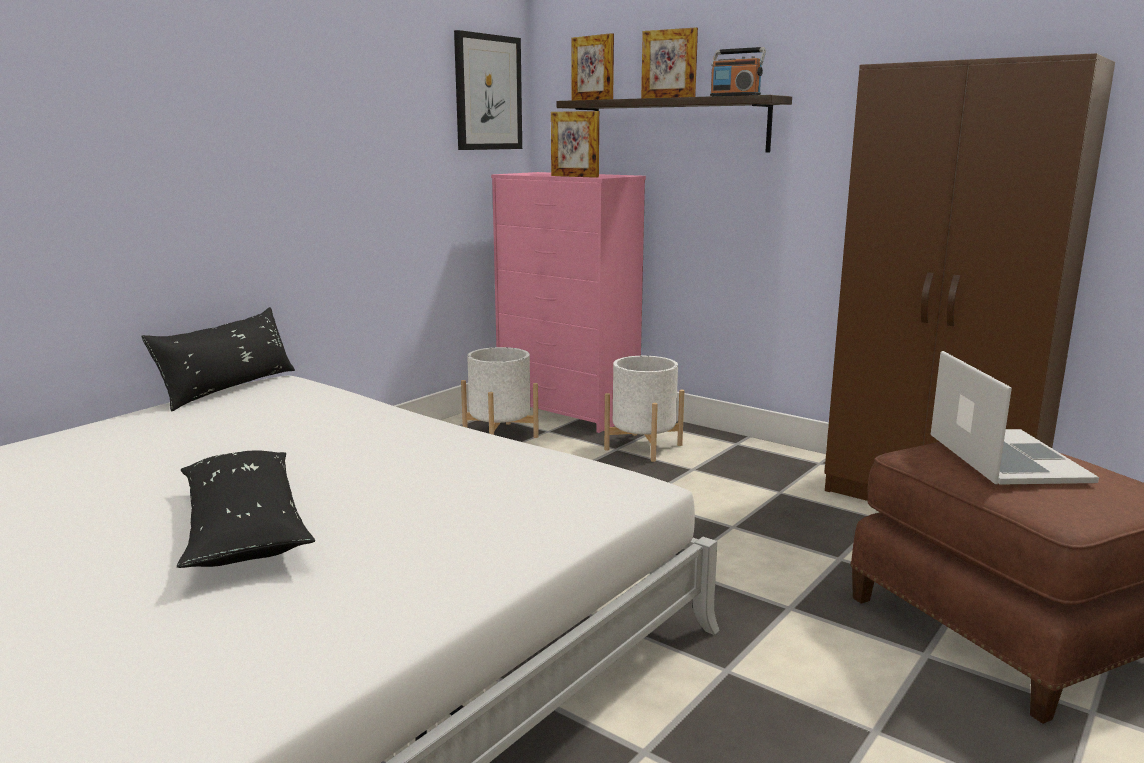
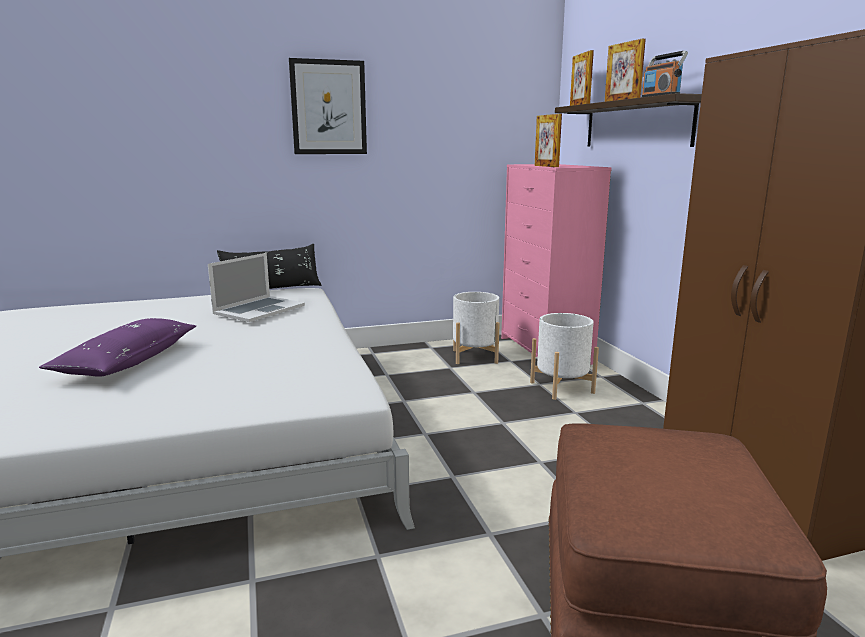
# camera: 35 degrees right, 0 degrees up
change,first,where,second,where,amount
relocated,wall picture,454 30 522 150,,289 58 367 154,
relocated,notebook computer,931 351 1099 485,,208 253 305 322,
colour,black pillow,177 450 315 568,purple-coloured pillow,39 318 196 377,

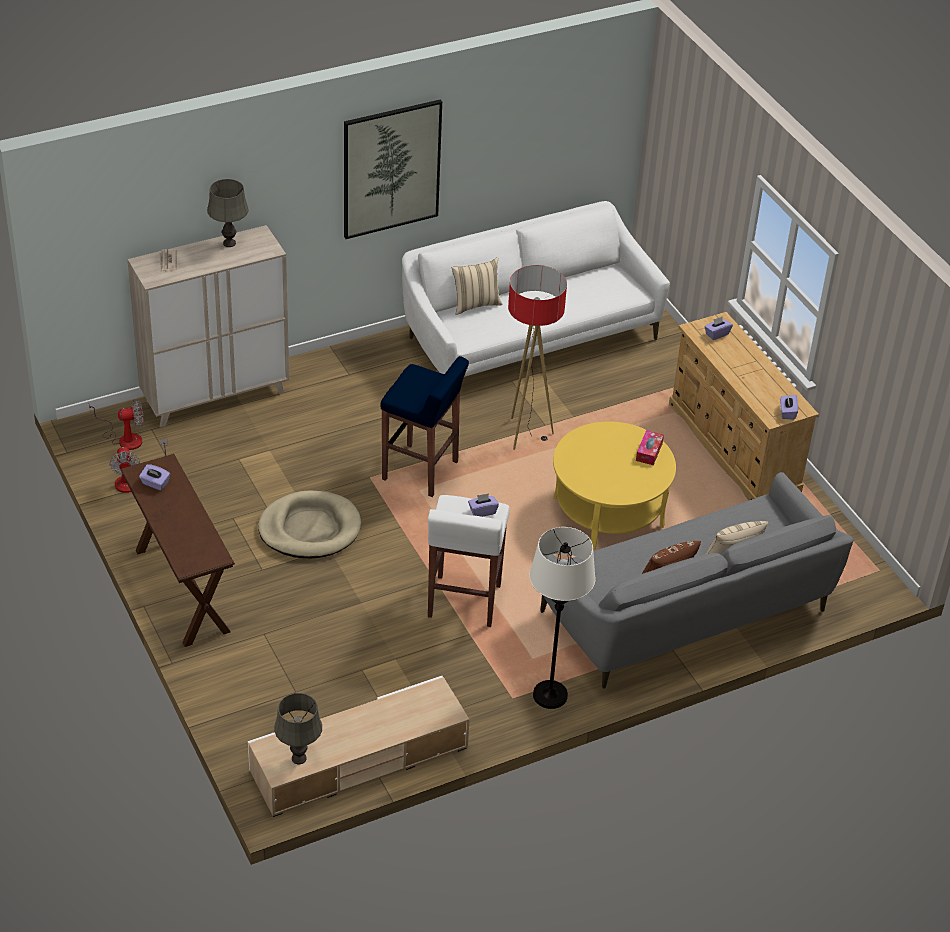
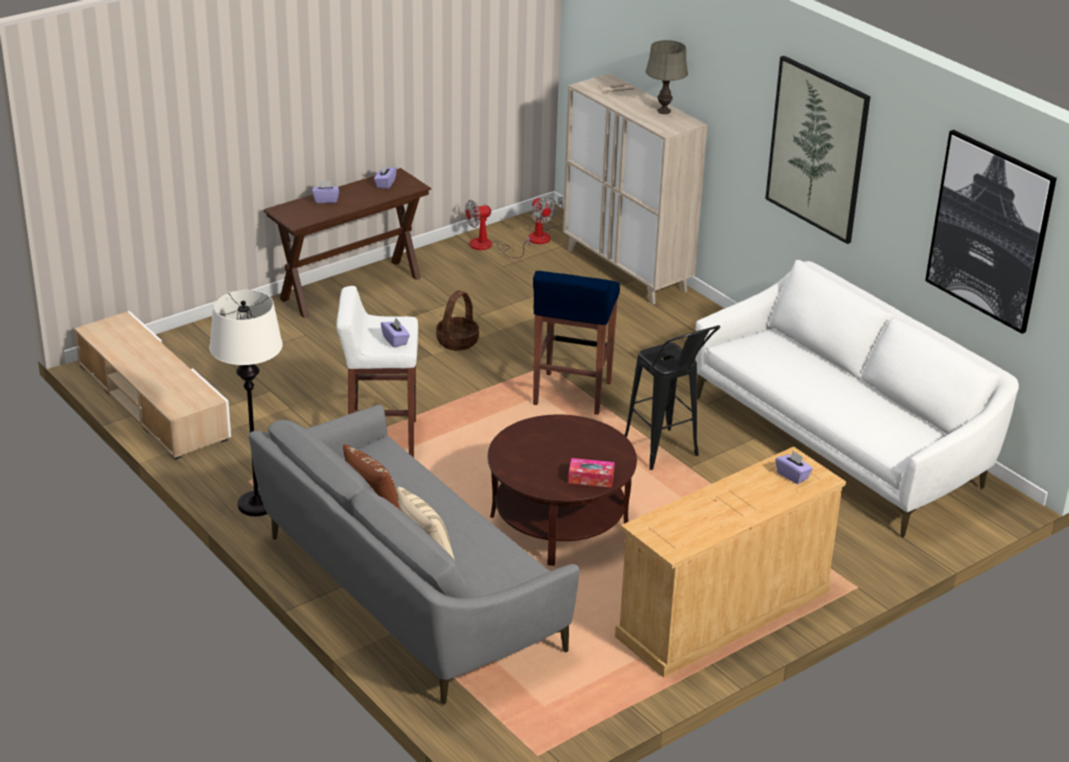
# camera: 80 degrees right, 10 degrees down
change,first,where,second,where,amount
missing,beige pillow,452 257 503 315,,,
exchanged,standing lamp,508 265 567 450,black stool,624 325 720 470,
relocated,purple-coloured tissue holder,780 395 798 420,,313 181 339 203,
colour,yellow-coloured coffee table,553 422 676 550,brown-coloured coffee table,487 414 637 566,
exchanged,beige dog bed,258 490 361 558,household basket,436 290 479 351,
missing,greyish table lamp,274 693 322 764,,,
appeared,,,wall picture,925 130 1057 334,

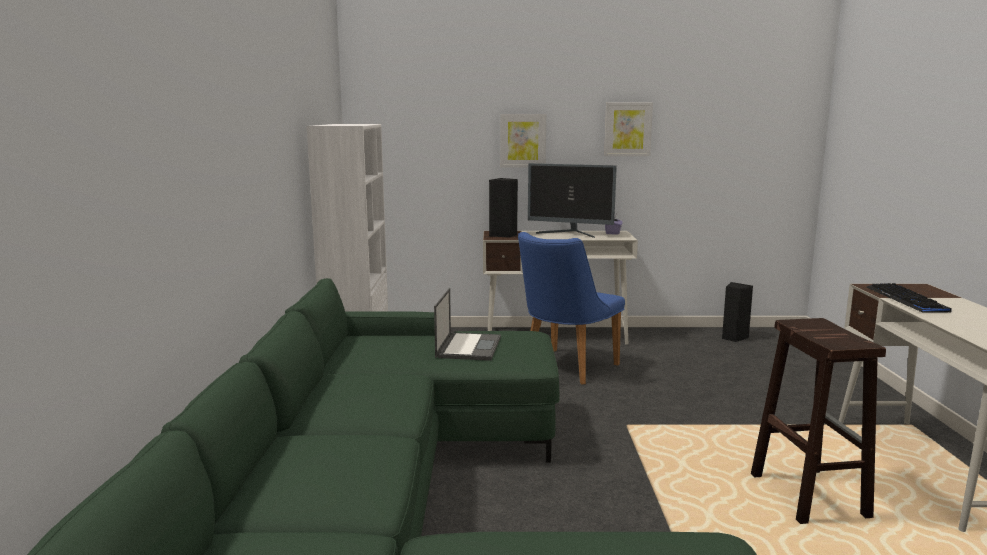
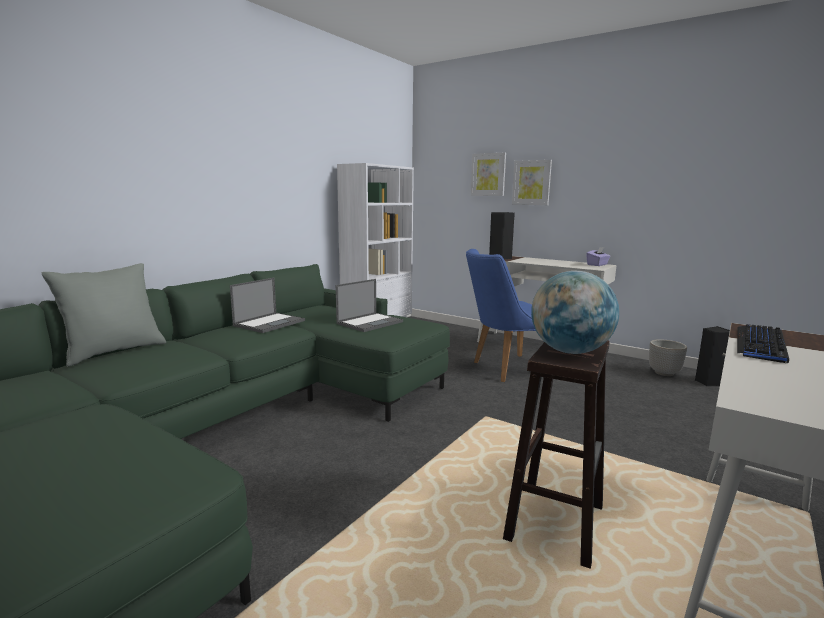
# camera: 35 degrees right, 0 degrees up
change,first,where,second,where,amount
relocated,wall picture,604 102 653 156,,471 153 506 196,
missing,monitor,528 163 617 238,,,
appeared,,,greyish pillow,42 263 166 367,
appeared,,,desk globe,531 271 619 354,
appeared,,,notebook computer,230 278 305 333,
appeared,,,plant pot,649 339 687 376,

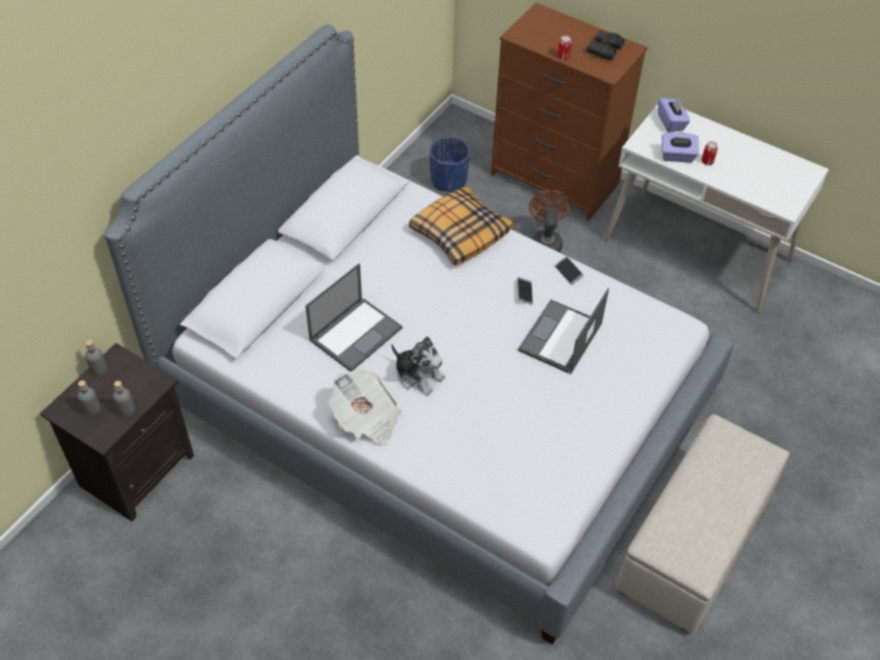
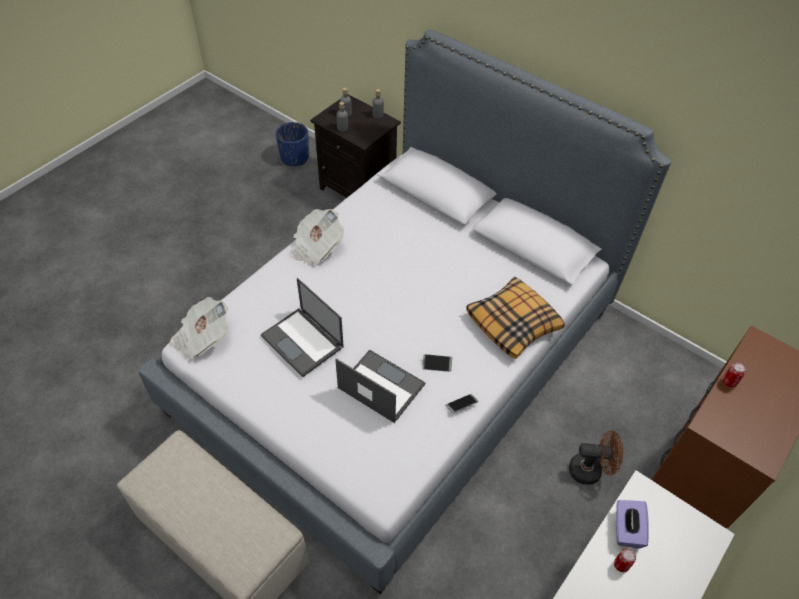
# camera: 95 degrees right, 0 degrees up
change,first,where,second,where,amount
missing,black binoculars,587 31 624 60,,,
missing,purple-coloured tissue holder,658 97 690 132,,,
relocated,blue plant pot,429 137 470 192,,276 122 309 166,
relocated,notebook computer,305 263 402 372,,261 278 344 377,
missing,plush toy,392 337 445 396,,,
appeared,,,daily paper,170 297 228 360,

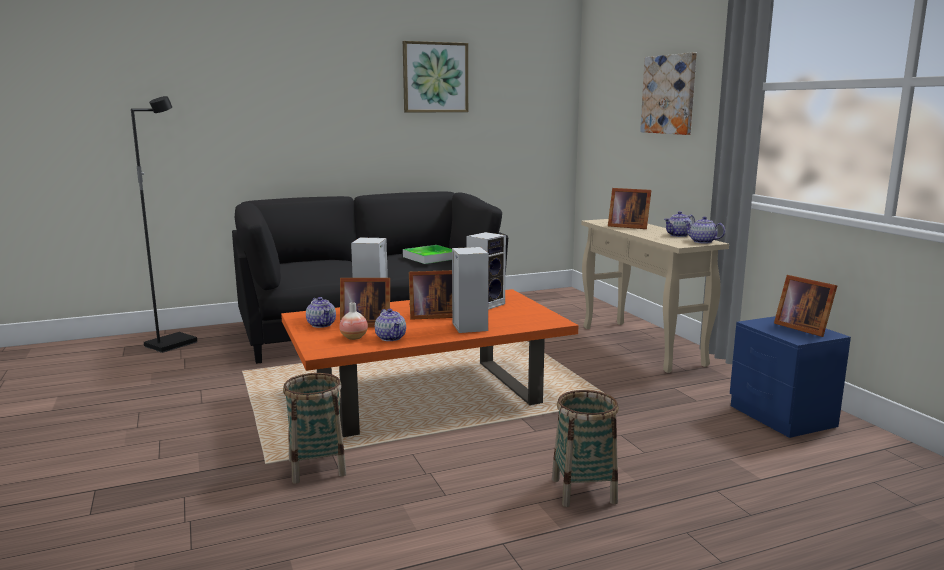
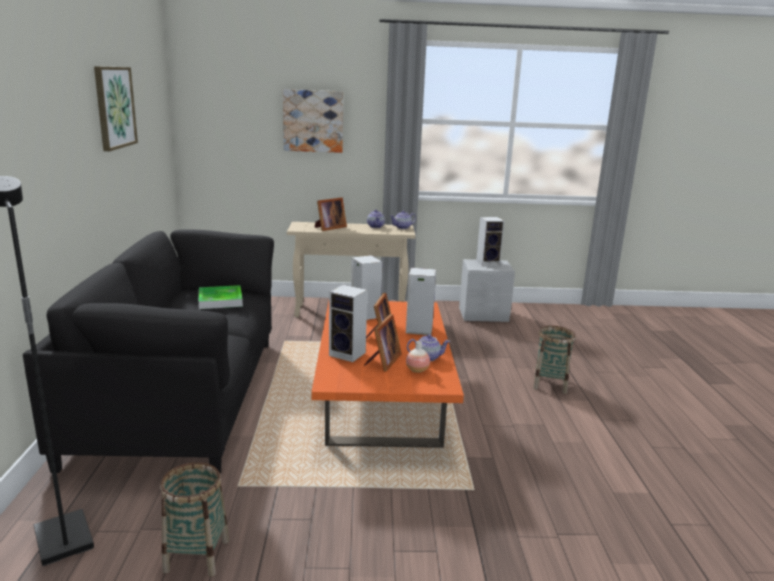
# camera: 70 degrees left, 5 degrees up
change,first,where,second,where,amount
exchanged,standing frame,774 275 837 337,audio speaker,476 217 504 266,
missing,pot for tea,306 297 336 328,,,
colour,blue night table,730 316 851 438,greyish night table,459 259 515 322,
relocated,household basket,283 373 346 484,,160 462 229 577,

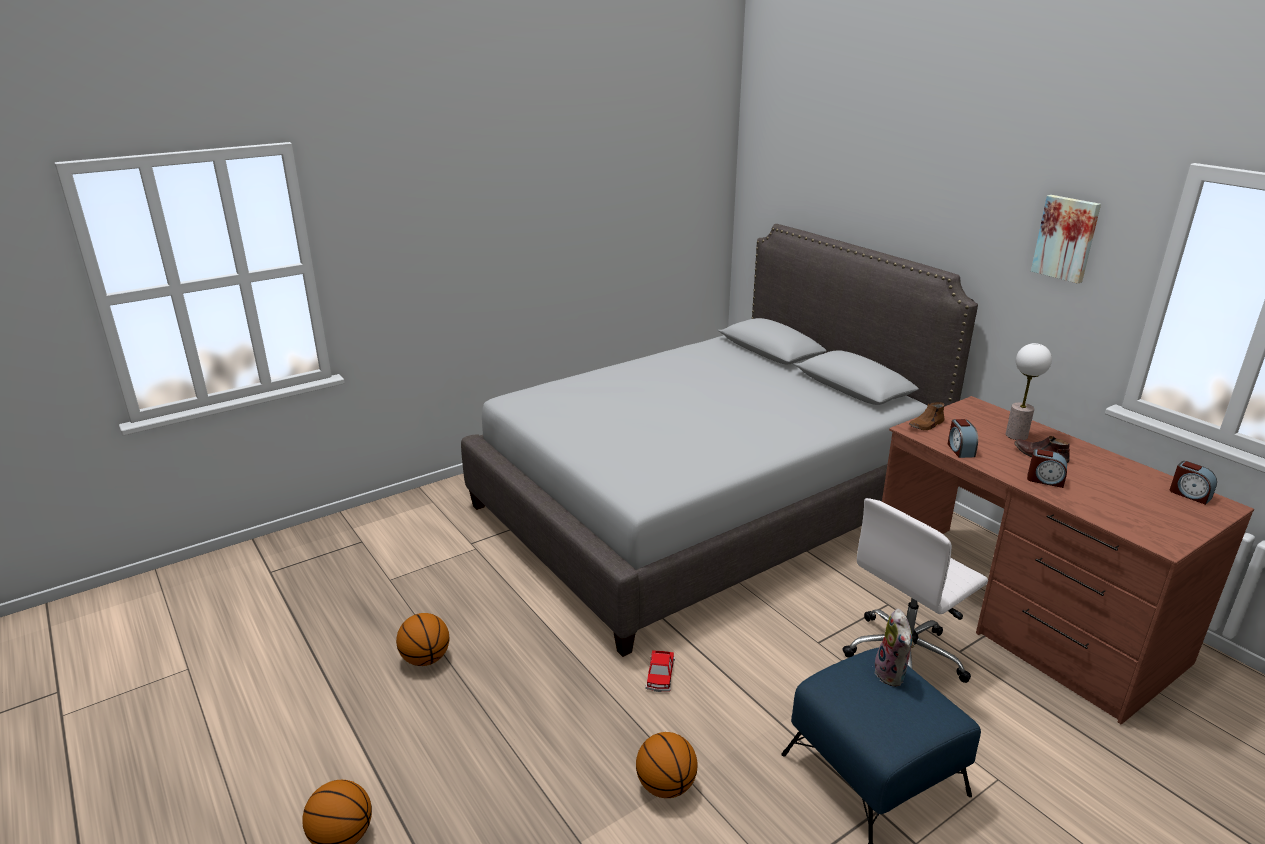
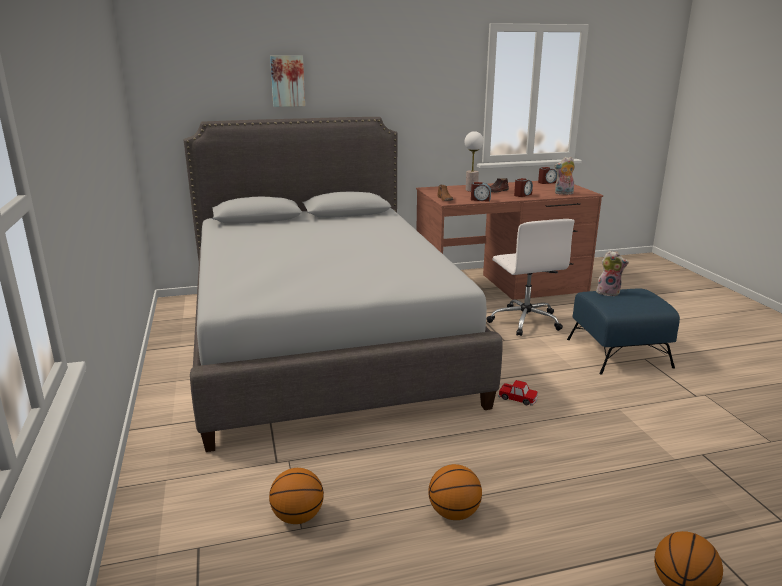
# camera: 70 degrees left, 5 degrees down
change,first,where,second,where,amount
relocated,wall picture,1031 195 1101 284,,270 56 305 107,
relocated,basketball ball,636 732 698 798,,269 468 324 524,
appeared,,,plush toy,554 157 575 195,

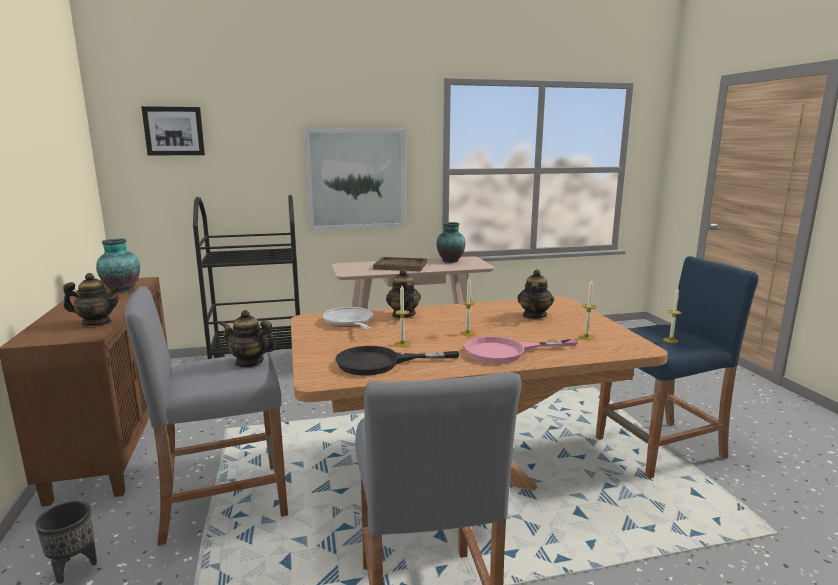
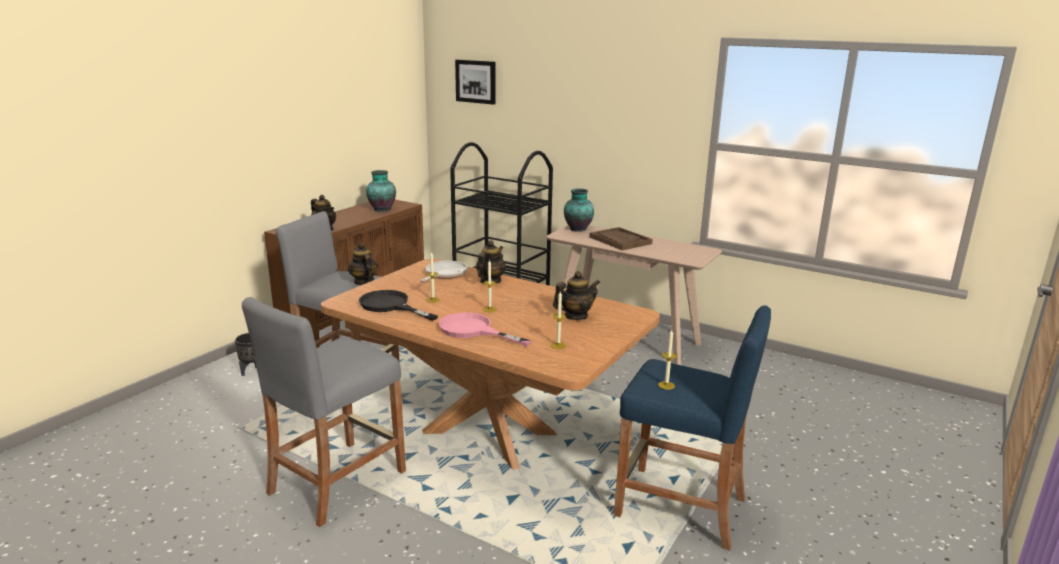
# camera: 45 degrees right, 5 degrees up
change,first,where,second,where,amount
missing,wall picture,304 128 406 230,,,
relocated,vase,437 222 466 263,,564 188 594 232,

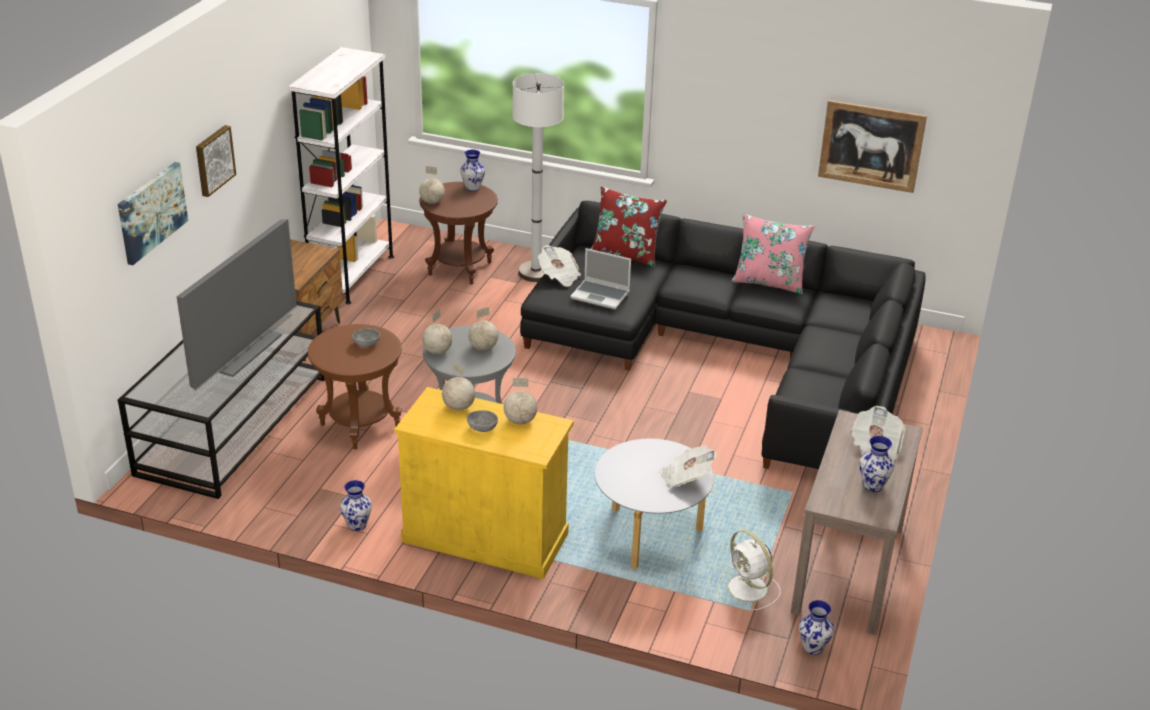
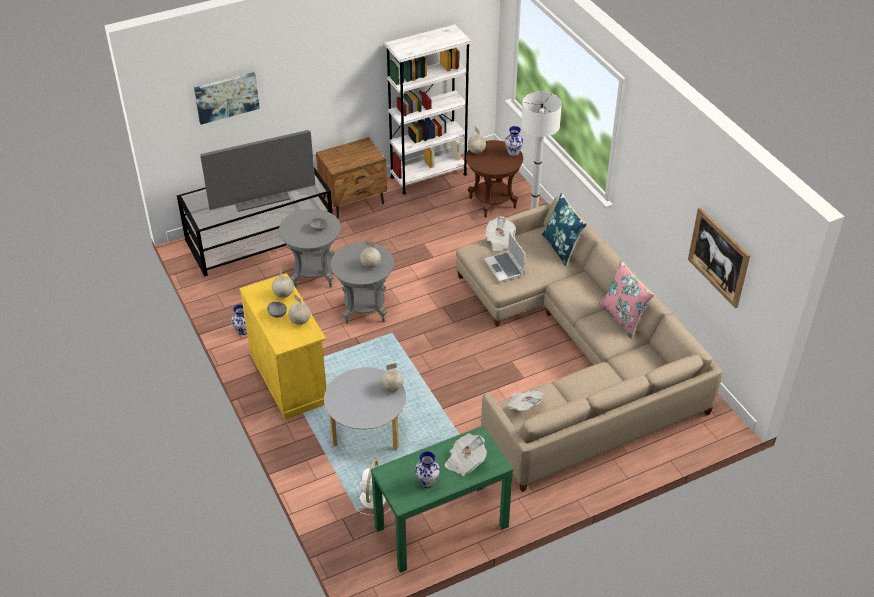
# camera: 45 degrees right, 10 degrees up
change,first,where,second,where,amount
missing,wall picture,196 125 236 197,,,
colour,red-coloured pillow,591 186 667 267,blue pillow,542 193 587 266,
colour,black couch,520 201 926 469,beige couch,456 196 722 492,
relocated,desk globe,422 309 452 354,,381 363 403 392,
colour,brown-coloured accent table,308 324 402 450,greyish accent table,279 209 341 287,
colour,brown-coloured hall table,791 410 923 635,green-coloured hall table,371 426 513 573,
relocated,daily paper,659 445 717 488,,506 391 544 411,
missing,vase,799 600 834 655,,,

